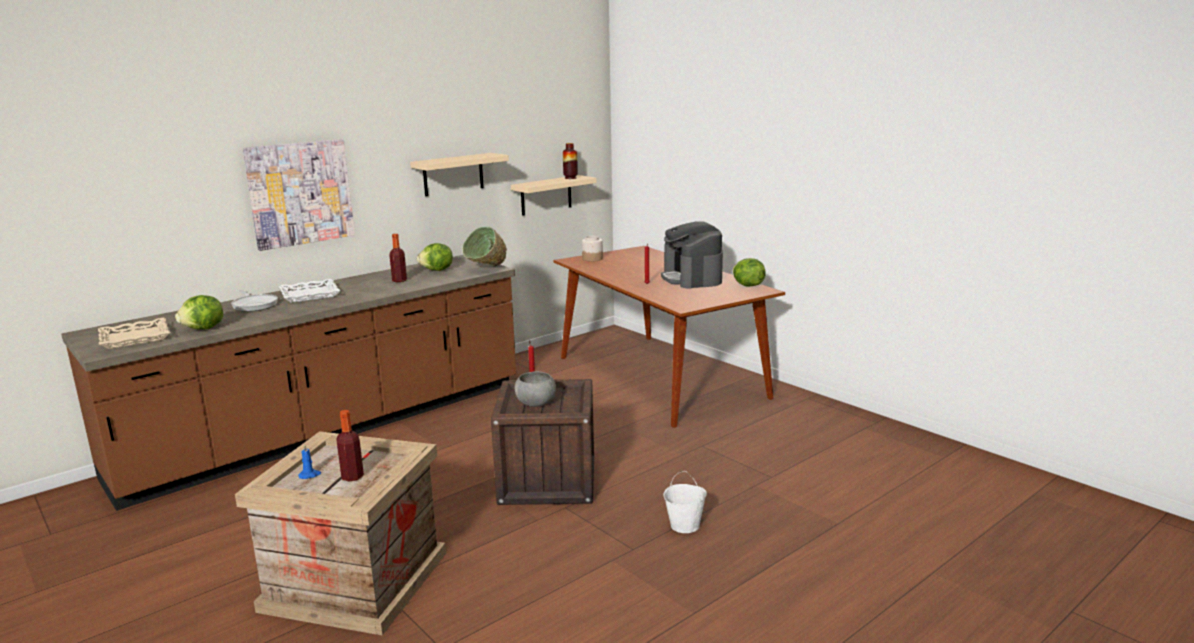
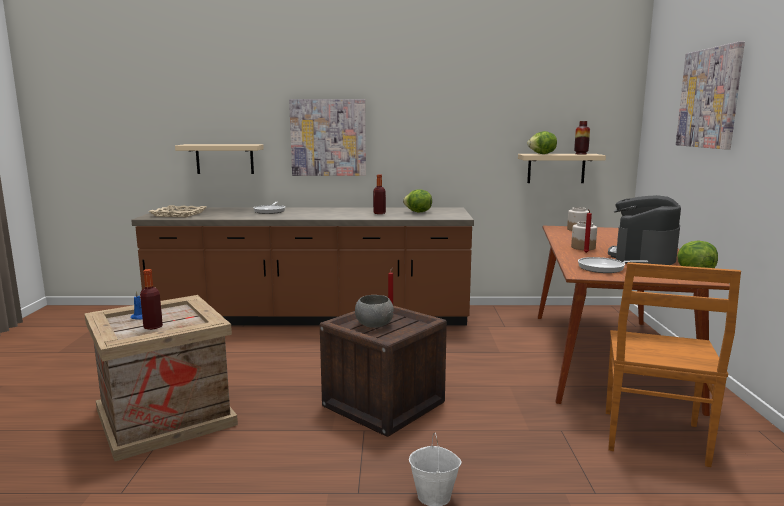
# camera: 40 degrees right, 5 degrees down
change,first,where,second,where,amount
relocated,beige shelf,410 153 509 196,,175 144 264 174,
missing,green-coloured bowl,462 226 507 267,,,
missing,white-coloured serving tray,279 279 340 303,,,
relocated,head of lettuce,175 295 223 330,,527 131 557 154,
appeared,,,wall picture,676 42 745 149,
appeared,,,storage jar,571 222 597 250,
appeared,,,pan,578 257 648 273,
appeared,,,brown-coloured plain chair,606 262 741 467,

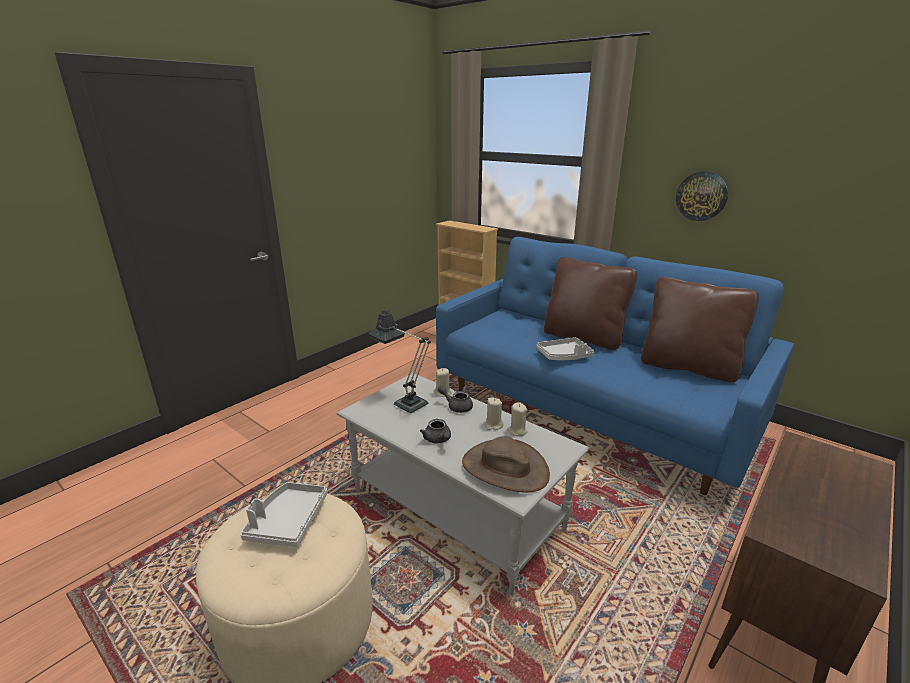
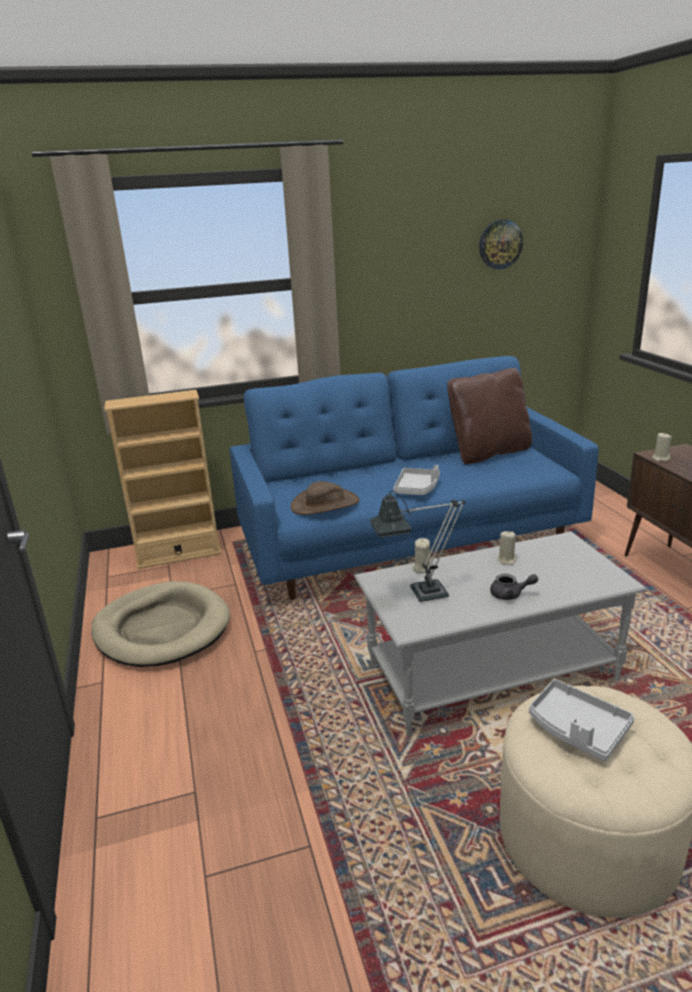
# camera: 55 degrees left, 0 degrees up
change,first,where,second,where,amount
relocated,hanging clock,676 171 728 221,,479 220 523 269,
missing,brown-coloured pillow,544 257 637 350,,,
missing,greyish pot for tea,438 386 473 413,,,
relocated,beige wax candle,507 402 528 436,,652 433 672 461,
relocated,brown-coloured hat,462 436 550 493,,291 481 359 515,
appeared,,,beige dog bed,91 581 230 667,

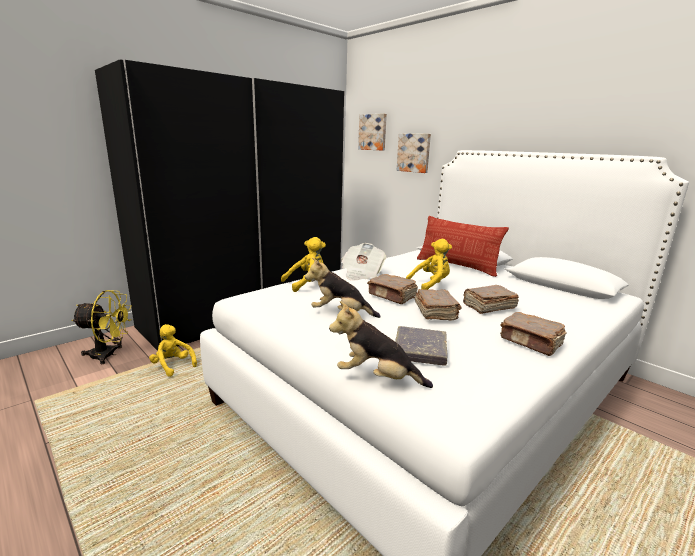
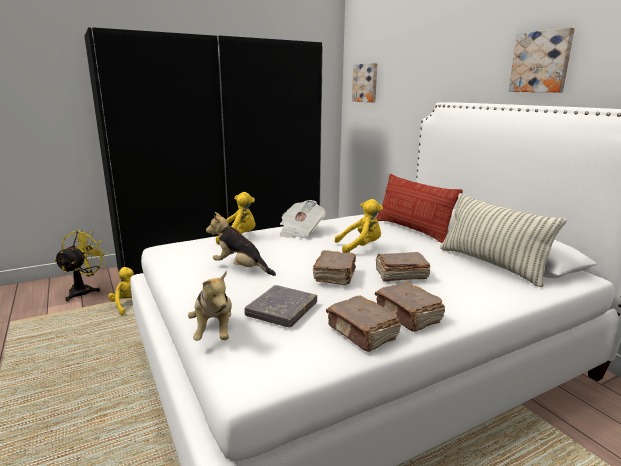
# camera: 15 degrees right, 0 degrees up
change,first,where,second,where,amount
relocated,wall picture,397 134 431 173,,508 27 575 93,
relocated,brown-coloured volume,367 274 418 304,,326 296 401 352,
spun,yellow-coloured cooling fan,71 290 132 364,,54 229 108 302,90 degrees counterclockwise
spun,plush toy,329 301 433 388,,188 271 232 341,135 degrees counterclockwise
appeared,,,pillow,440 193 567 287,

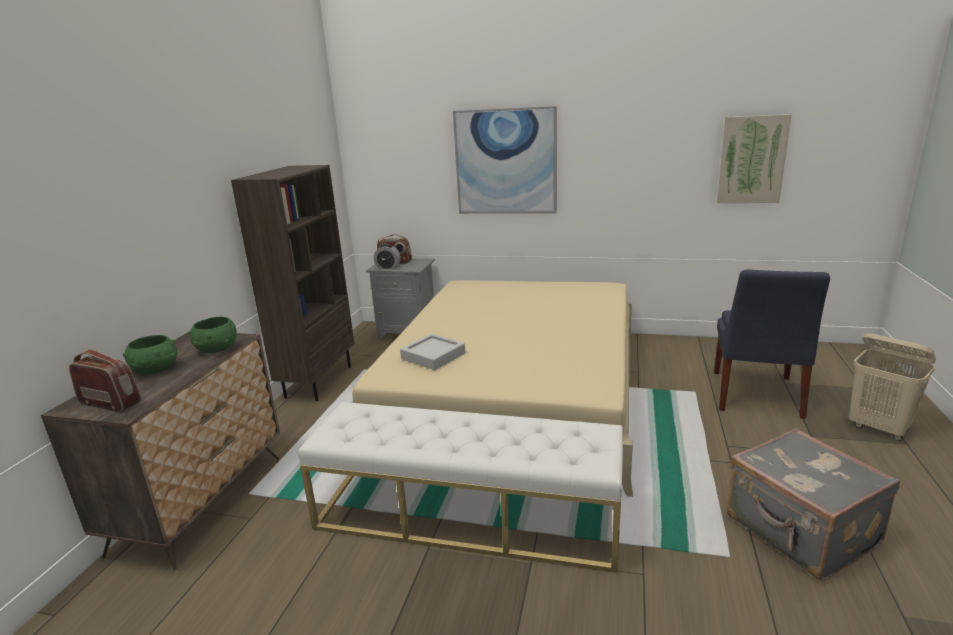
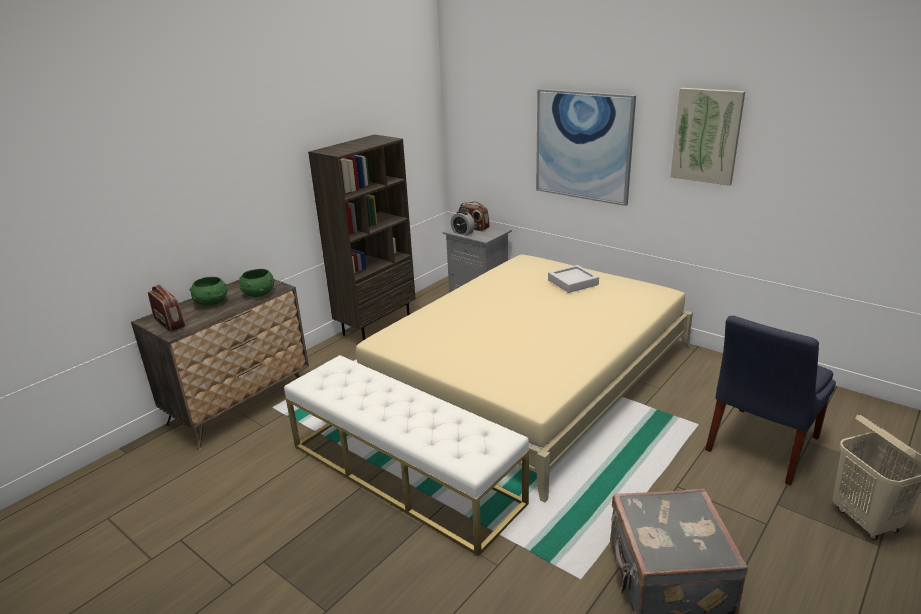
# camera: 25 degrees right, 5 degrees up
change,first,where,second,where,amount
relocated,wall picture,717 114 791 203,,670 88 745 186,
relocated,greyish serving tray,400 333 465 370,,548 265 599 293,

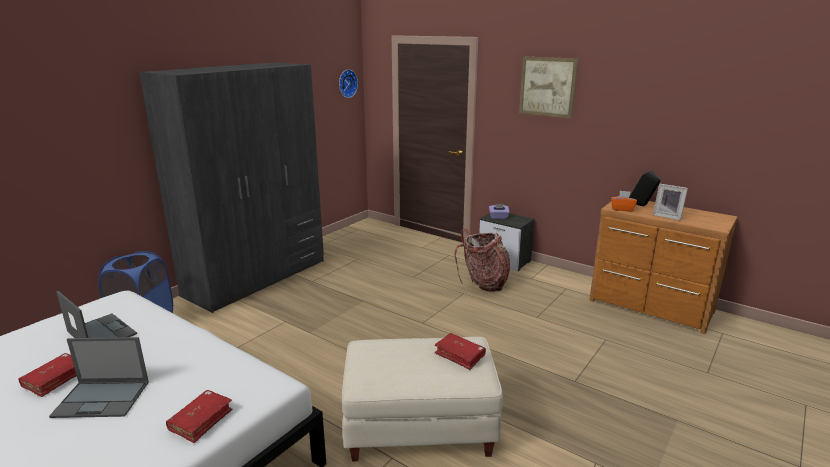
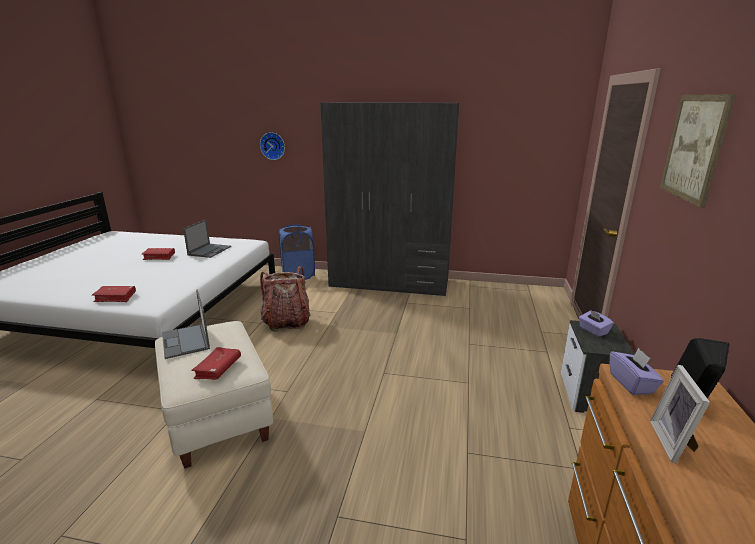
# camera: 65 degrees right, 0 degrees up
change,first,where,second,where,amount
relocated,hanging clock,339 69 358 98,,260 132 285 160,
colour,orange-coloured tissue holder,611 191 637 212,purple-coloured tissue holder,610 348 664 395,
relocated,rucksack,454 228 510 292,,260 266 310 332,
relocated,notebook computer,49 337 149 418,,162 290 210 359,

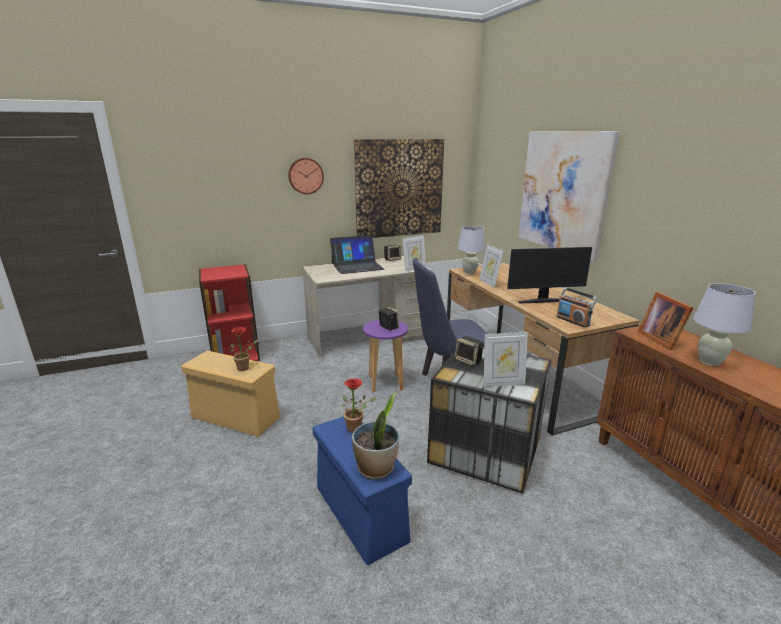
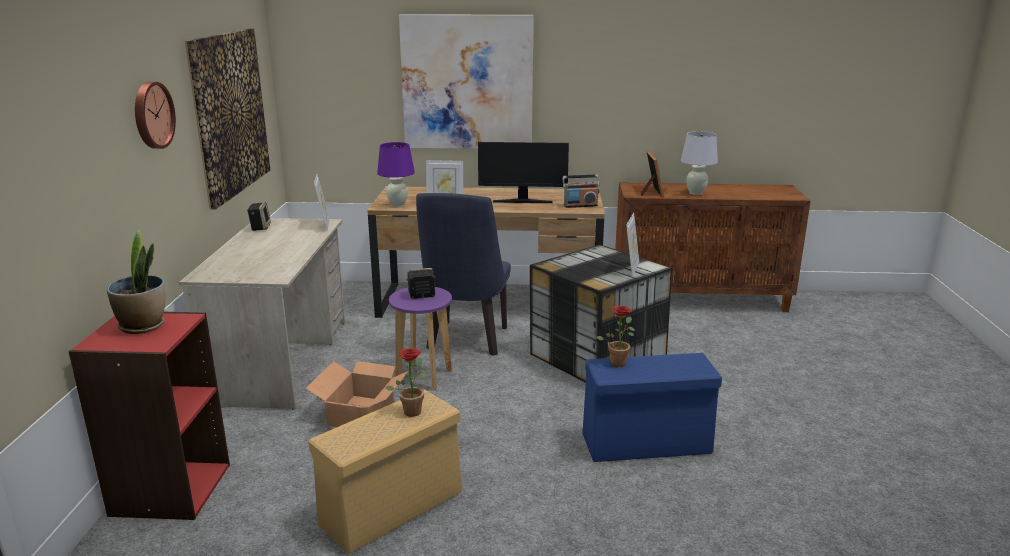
# camera: 65 degrees left, 0 degrees up
change,first,where,second,where,amount
colour,white-coloured table lamp,457 226 486 275,purple-coloured table lamp,377 142 415 207,
missing,notebook computer,330 235 385 274,,,
spun,monitor,507 247 592 303,,478 142 569 203,75 degrees clockwise
spun,standing frame,638 292 693 350,,641 151 664 197,105 degrees counterclockwise
missing,audio speaker,455 336 484 366,,,
relocated,houseplant,352 392 399 479,,107 229 165 334,
appeared,,,cardboard box,306 361 409 427,

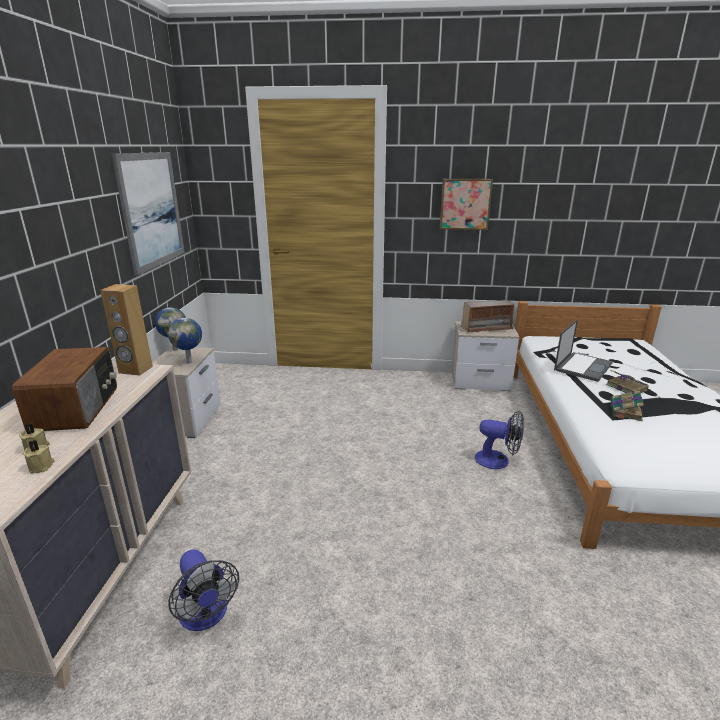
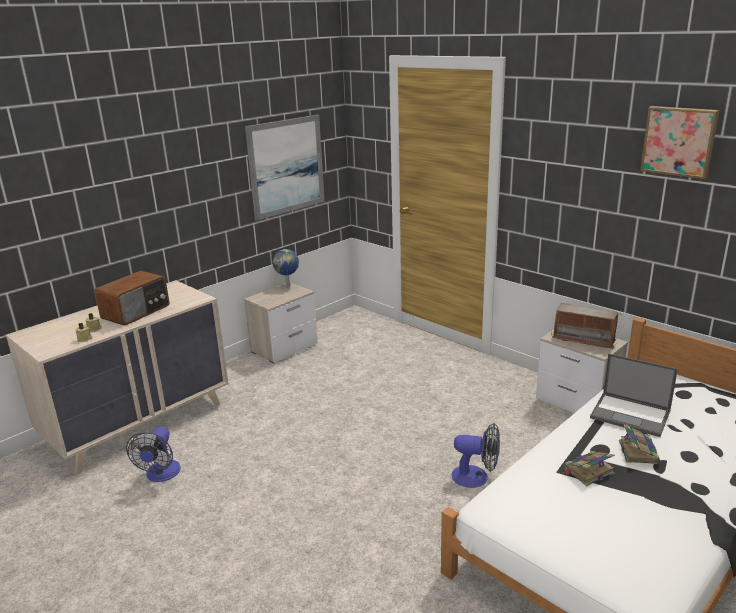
# camera: 40 degrees right, 0 degrees up
change,first,where,second,where,amount
relocated,wall picture,440 179 493 230,,640 106 719 179,
missing,brown-coloured audio speaker,100 284 153 376,,,
missing,desk globe,168 318 202 364,,,
spun,notebook computer,554 319 613 382,,590 354 678 437,45 degrees clockwise
spun,cooling fan,475 410 524 469,,452 423 500 488,45 degrees counterclockwise

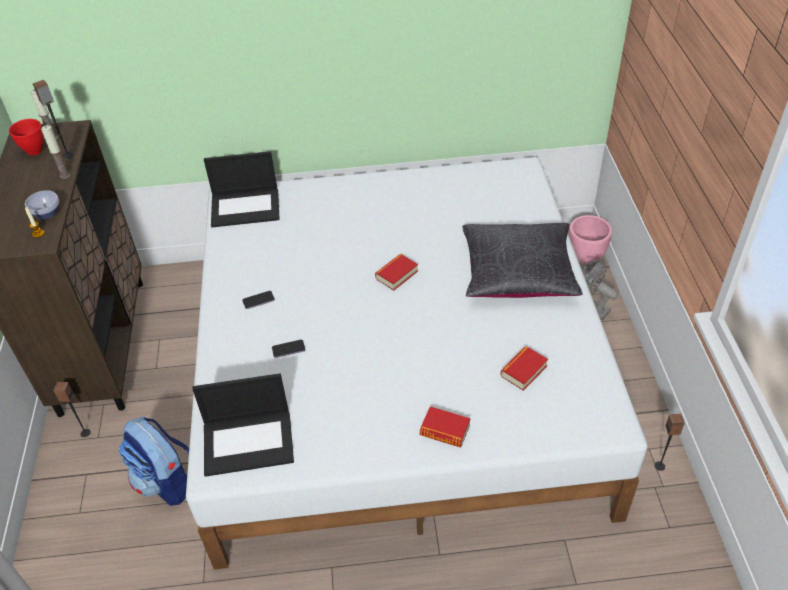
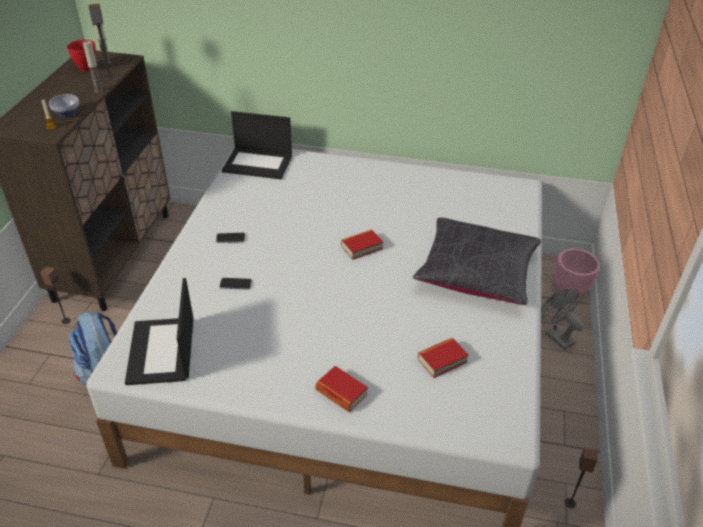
# camera: 15 degrees right, 5 degrees down
change,first,where,second,where,amount
spun,notebook computer,192 373 294 477,,125 278 194 385,75 degrees clockwise

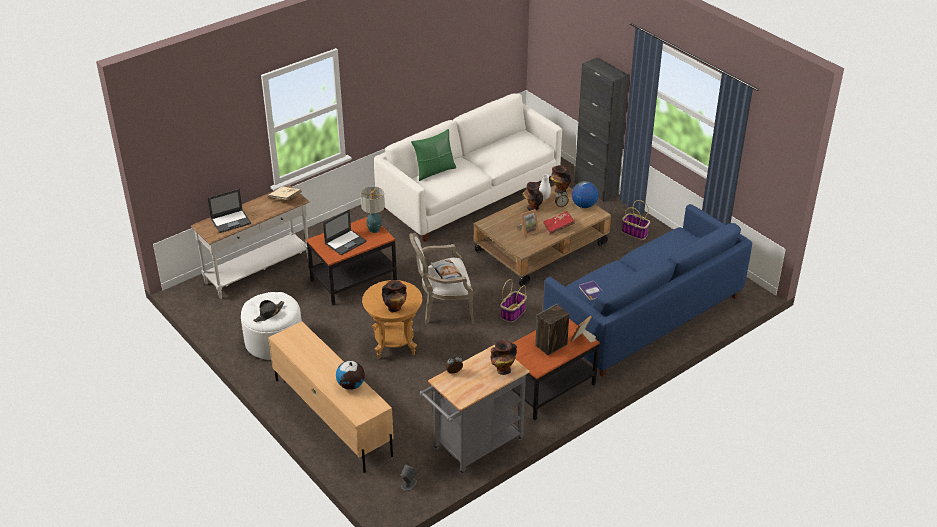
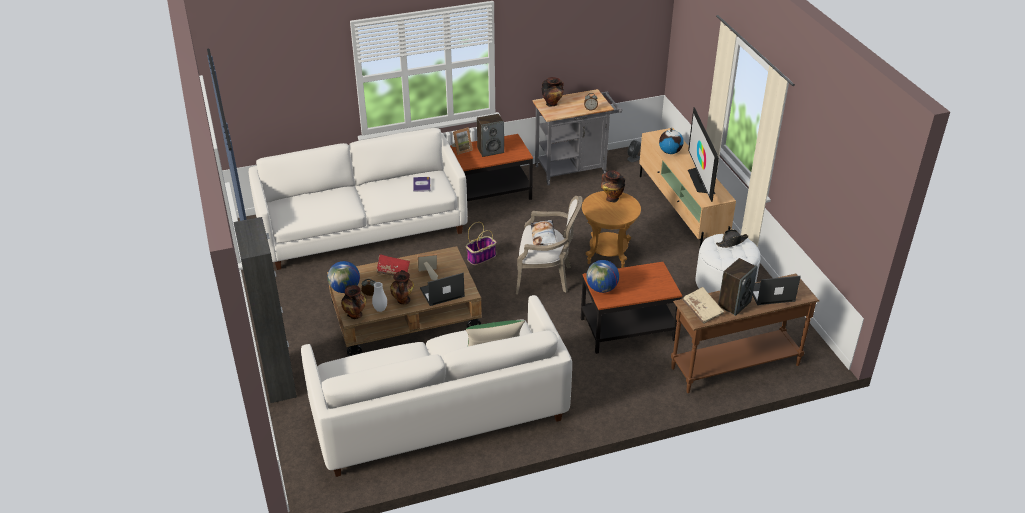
# camera: 160 degrees left, 0 degrees up
change,first,where,second,where,amount
colour,white-coloured hall table,191 185 310 299,brown-coloured hall table,671 274 819 393,
exchanged,table lamp,361 186 385 233,desk globe,586 260 619 293,
missing,household basket,622 200 650 240,,,
colour,blue couch,543 204 752 377,white-coloured couch,249 128 468 270,
relocated,notebook computer,323 210 367 255,,420 273 465 306,
appeared,,,TV set,688 107 719 202,
appeared,,,audio speaker,718 258 758 316,

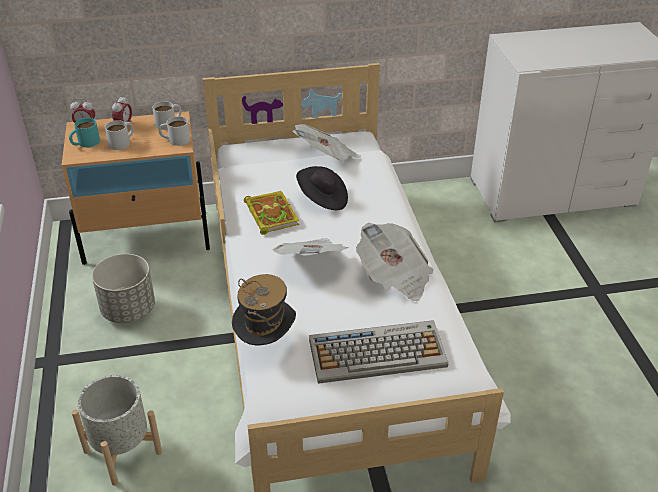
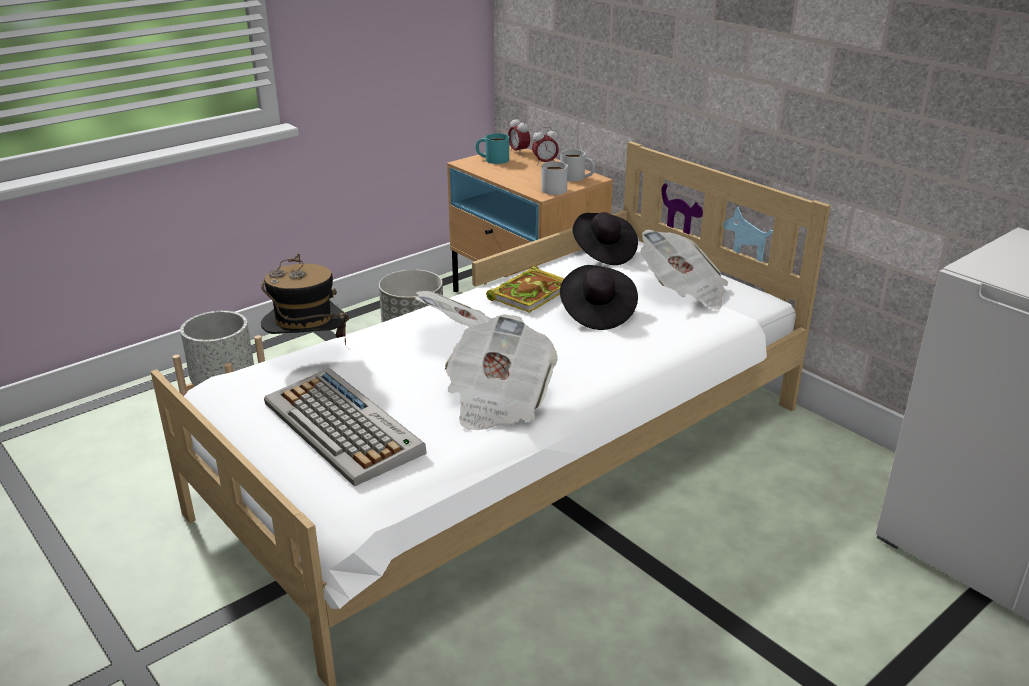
# camera: 60 degrees right, 10 degrees down
change,first,where,second,where,amount
missing,white-coloured tea mug,105 120 134 150,,,
appeared,,,black hat,572 212 638 265,

